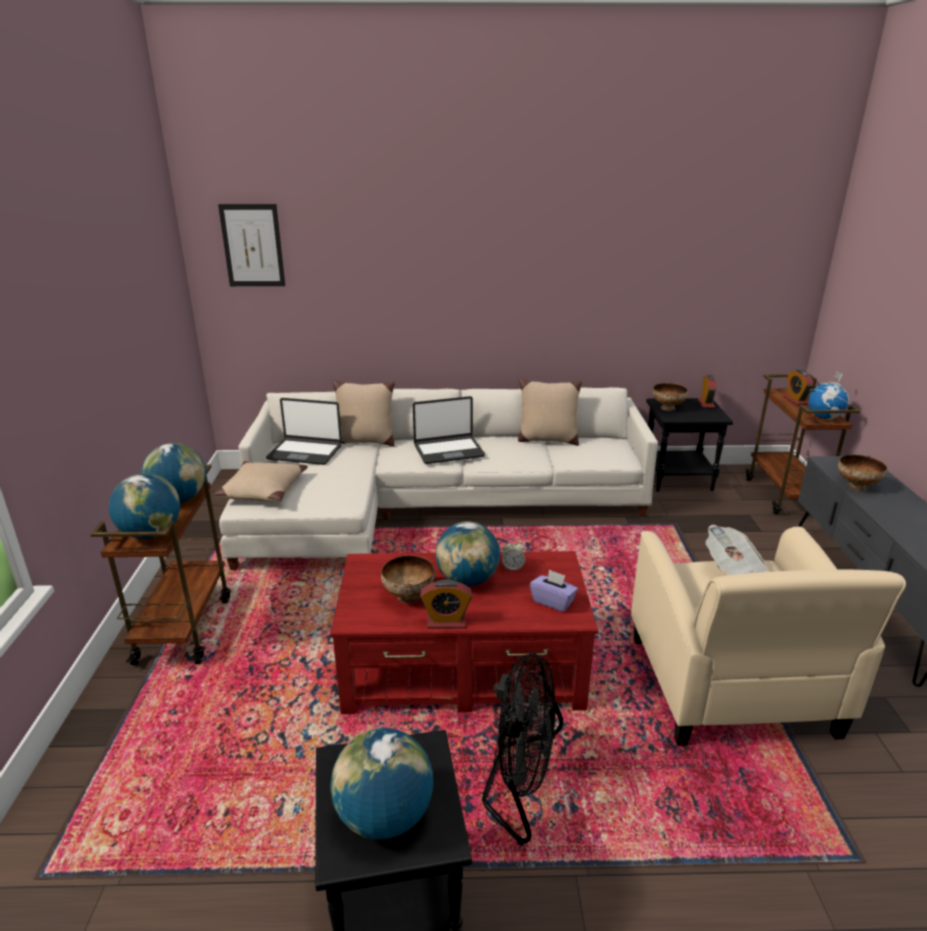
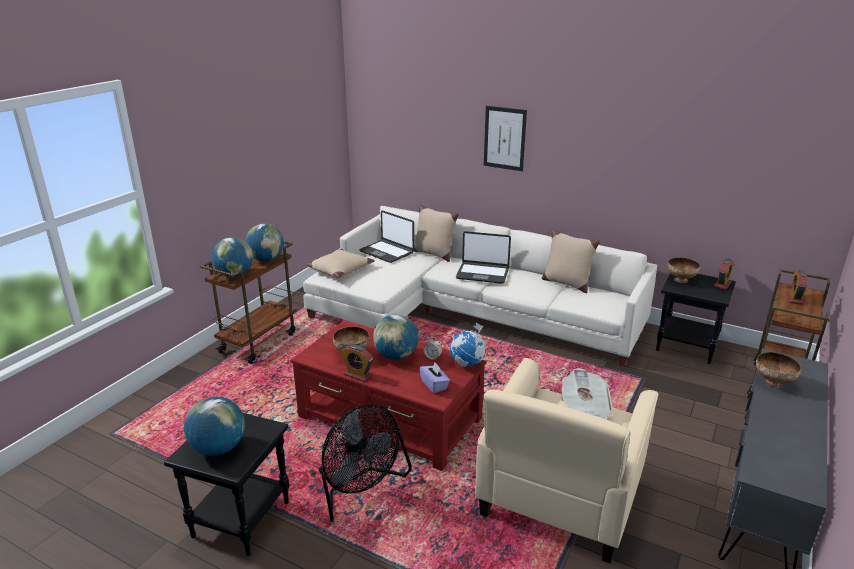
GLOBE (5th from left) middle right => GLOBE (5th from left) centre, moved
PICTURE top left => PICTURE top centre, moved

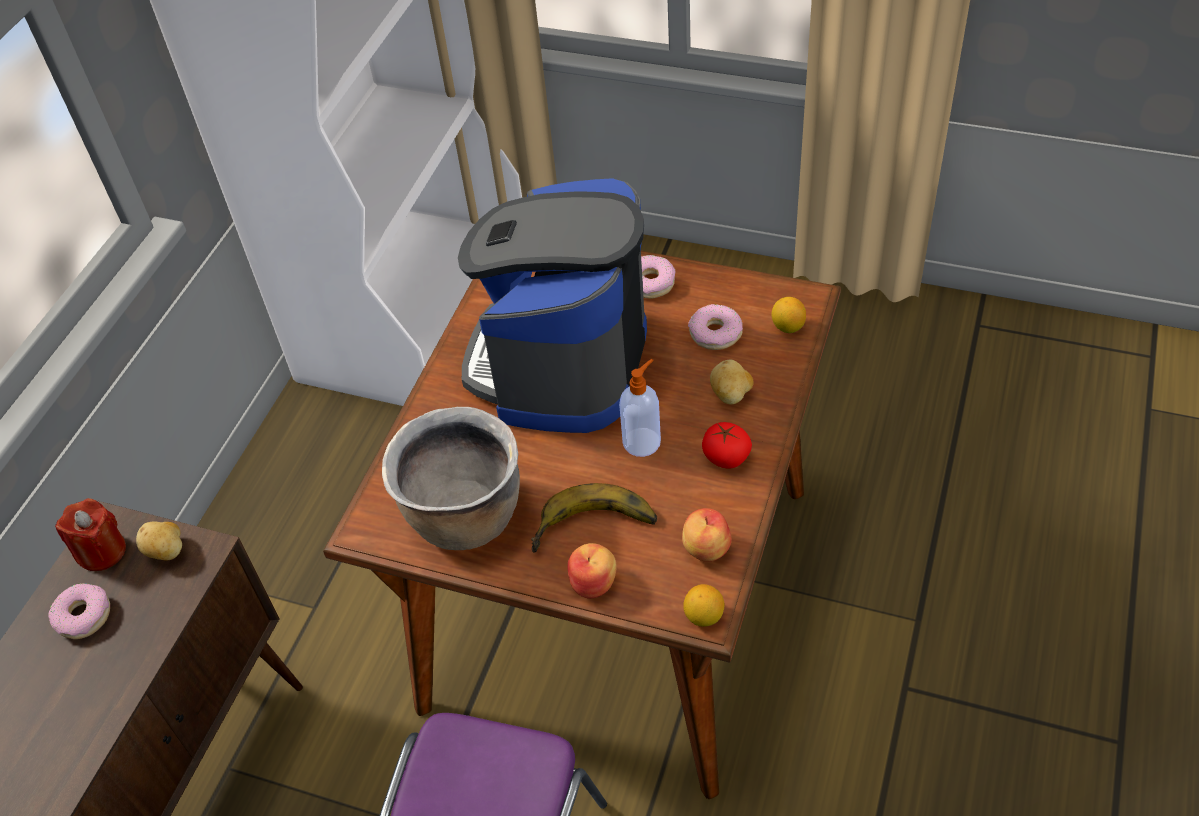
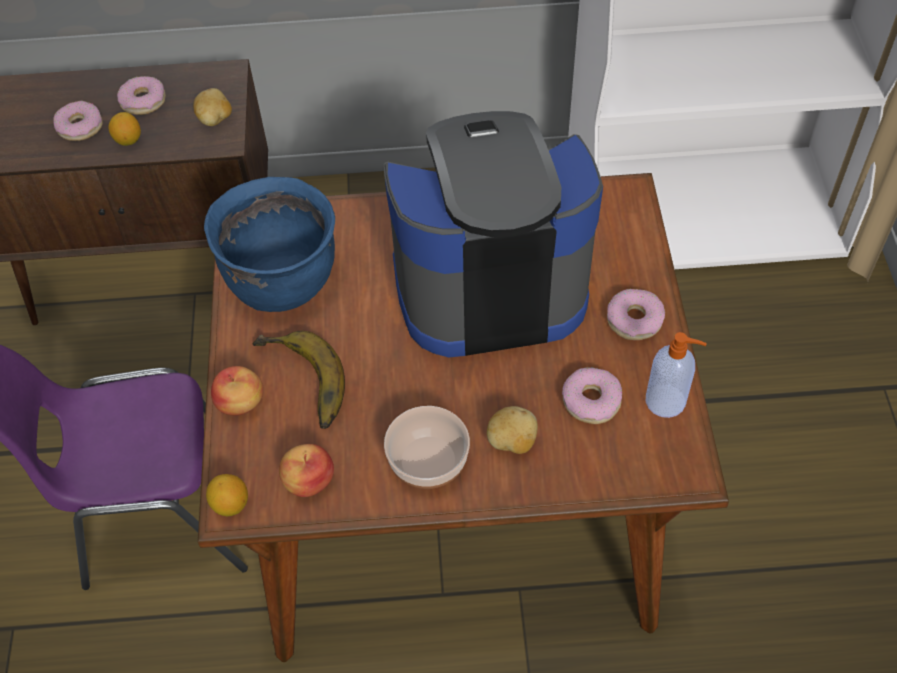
nothing => DONUT (1st from left) top left
LEMON (2nd from left in the first image) centre => LEMON (1st from left) top left, moved
BROWN COOKING POT centre => BLUE COOKING POT middle left
TOMATO centre => BOWL centre
SOAP DISPENSER centre => SOAP DISPENSER middle right, moved
RED CANDLE middle left => nothing

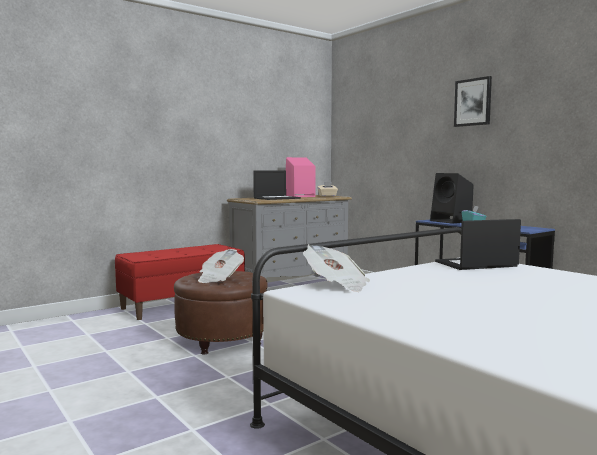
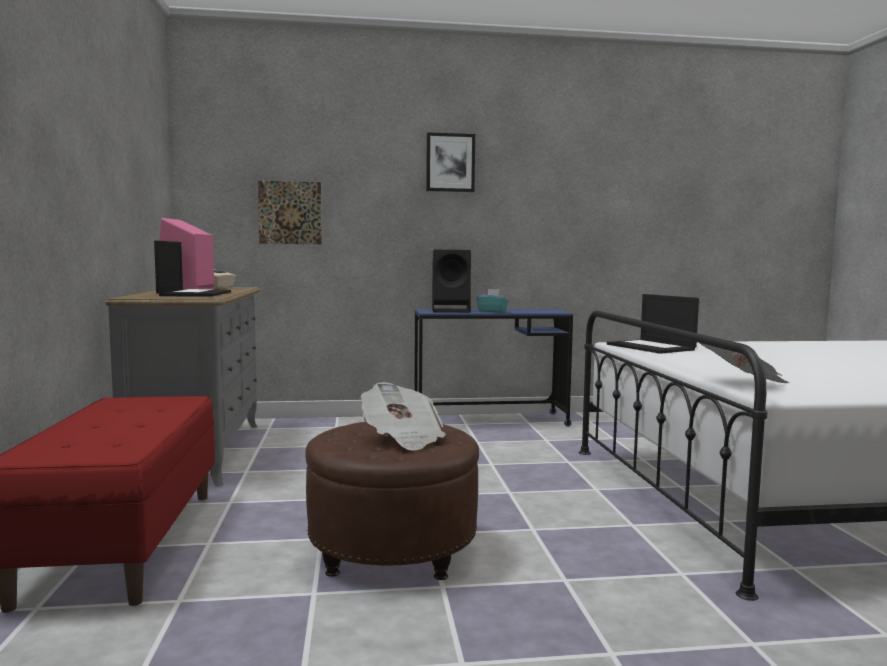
nothing => PICTURE (1st from left) top left
LAPTOP (2nd from left) middle right, 45 degrees counterclockwise

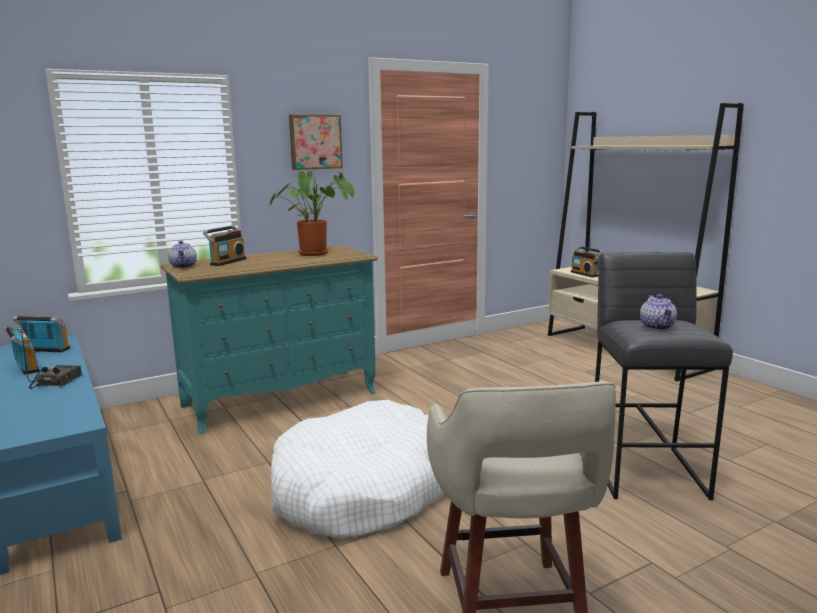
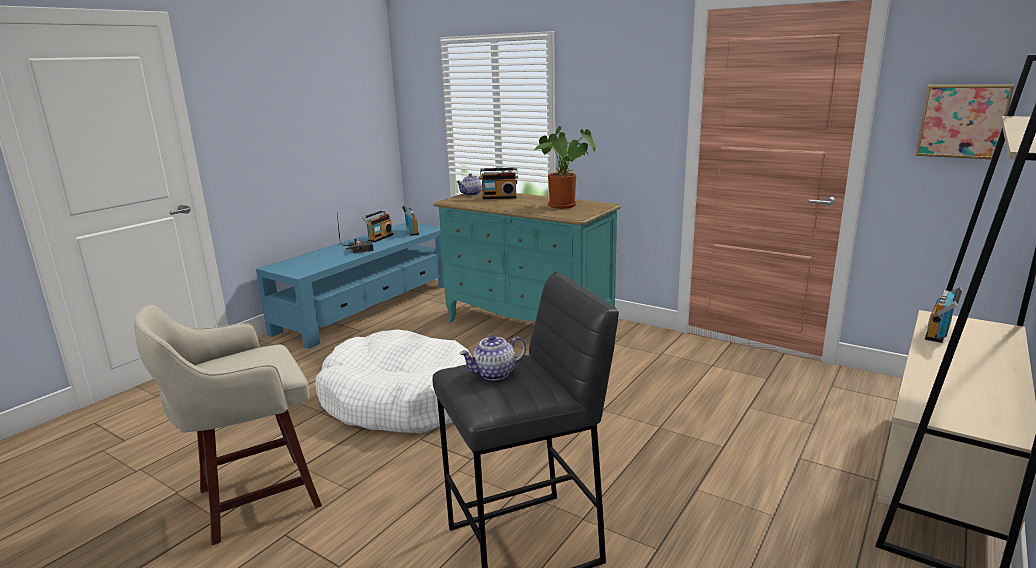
PICTURE top centre => PICTURE top right, moved

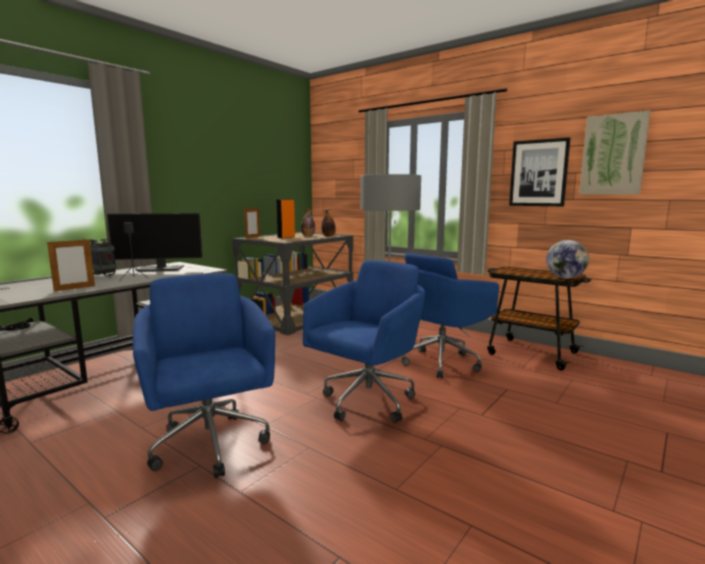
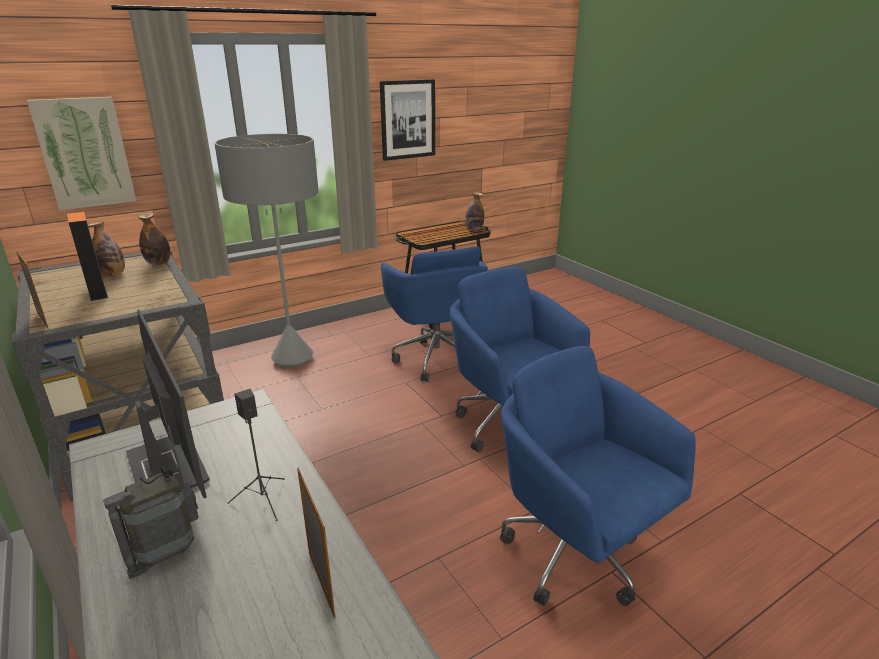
PICTURE (2nd from left in the first image) top right => PICTURE (1st from left) top left, moved
MONITOR middle left, 45 degrees counterclockwise
GLOBE middle right => BOTTLE (3rd from left) top centre
BLUE OFFICE CHAIR (1st from left in the first image) middle left => BLUE OFFICE CHAIR (3rd from left) bottom right, 60 degrees clockwise

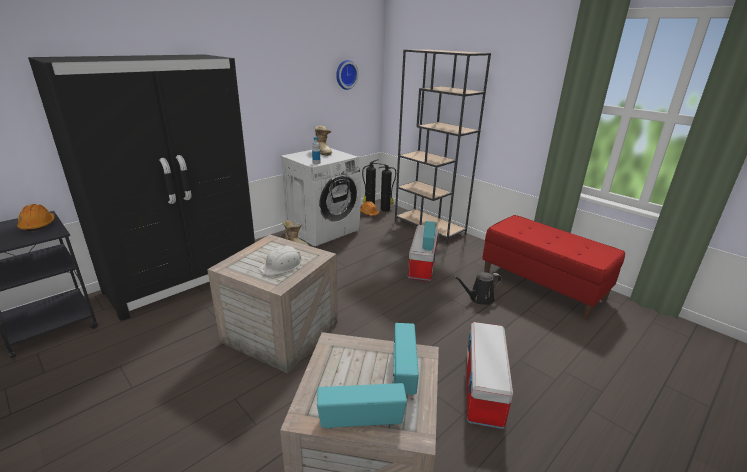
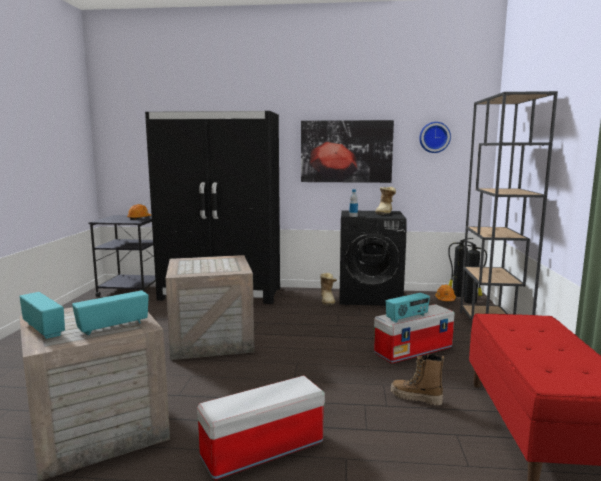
nothing => PICTURE top centre
WHITE WASHING MACHINE centre => BLACK WASHING MACHINE centre
BLACK WATERING CAN centre => BOOT (3rd from left) bottom right
WHITE HARD HAT centre => nothing

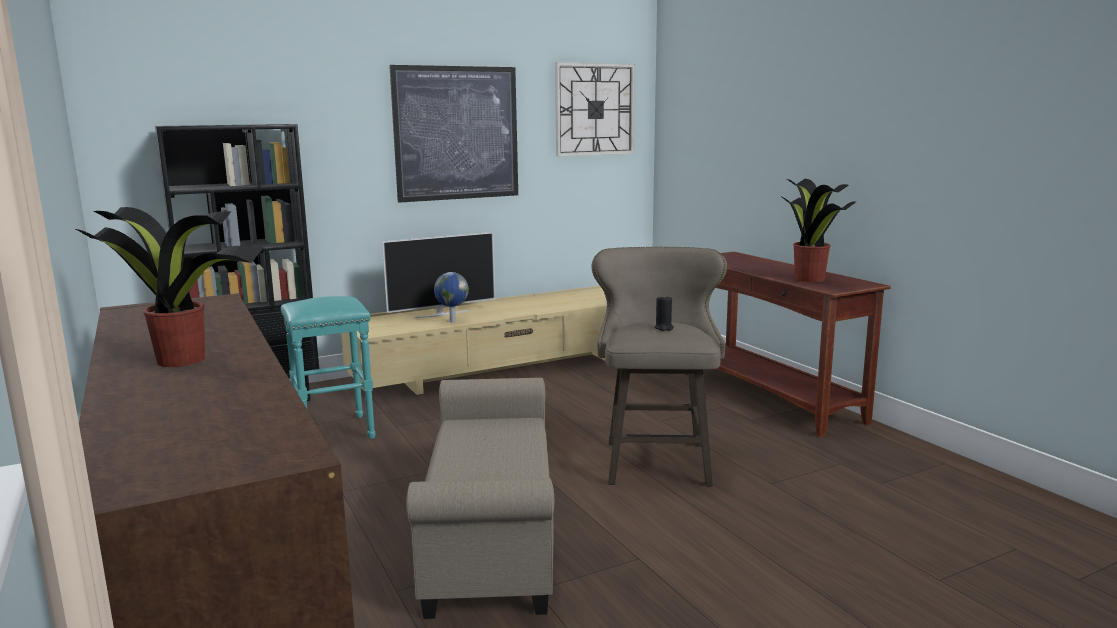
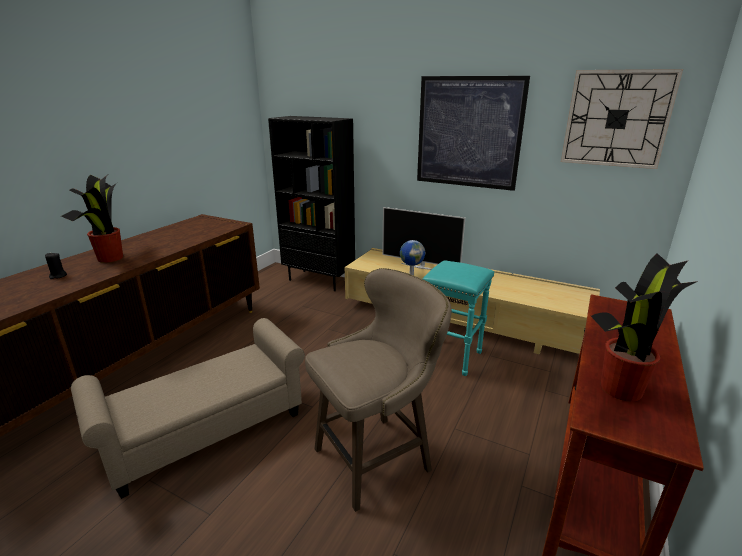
BLACK CANDLE centre => BLACK CANDLE middle left, moved
TURQUOISE STOOL middle left => TURQUOISE STOOL centre, moved

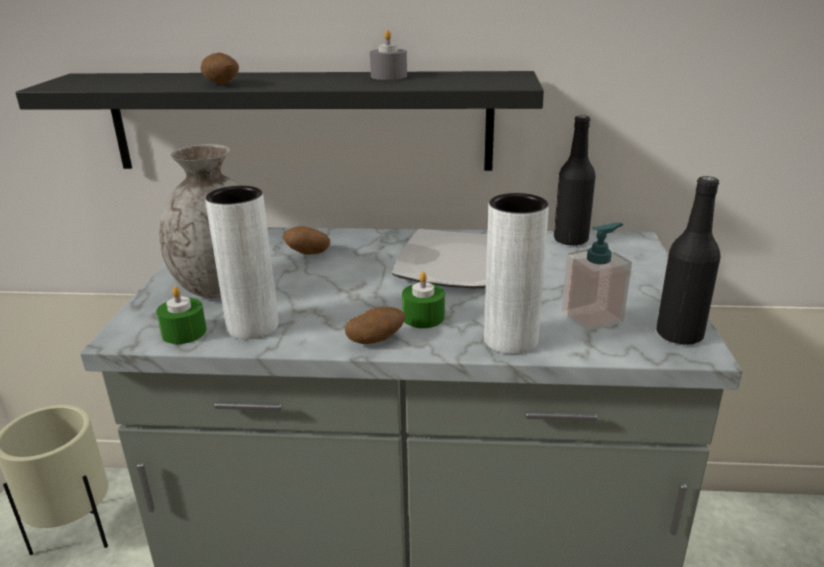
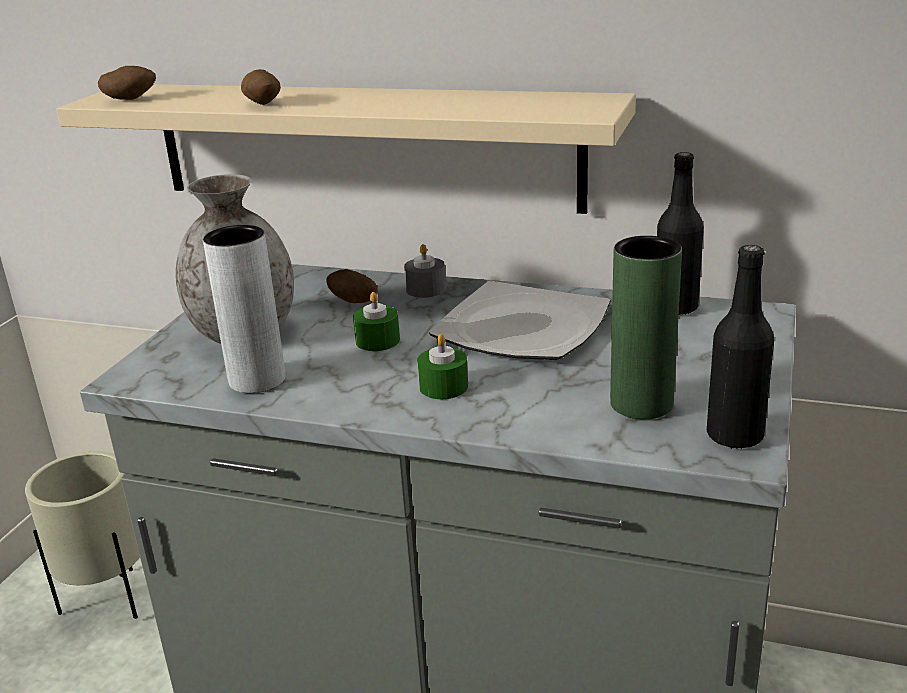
BLACK SHELF top centre => BEIGE SHELF top centre
POTATO (3rd from left in the first image) centre => POTATO (1st from left) top left, moved
GREEN CANDLE (1st from left) middle left => GREEN CANDLE (1st from left) centre, moved
GREY CANDLE top centre => GREY CANDLE centre, moved
SOAP DISPENSER middle right => GREEN VASE middle right
GREY VASE (3rd from left) centre => nothing

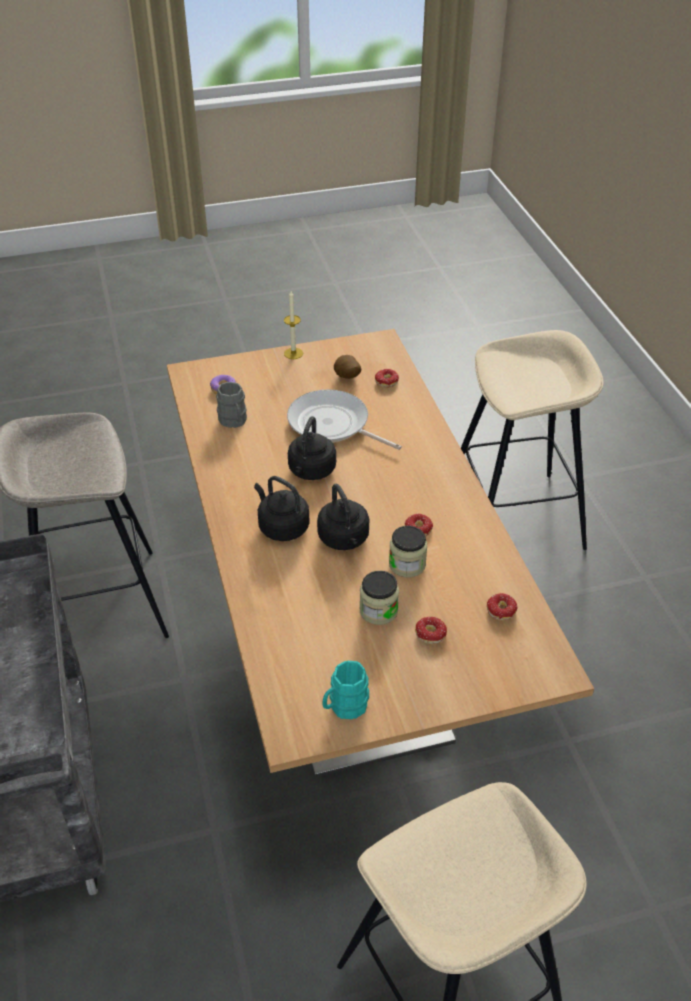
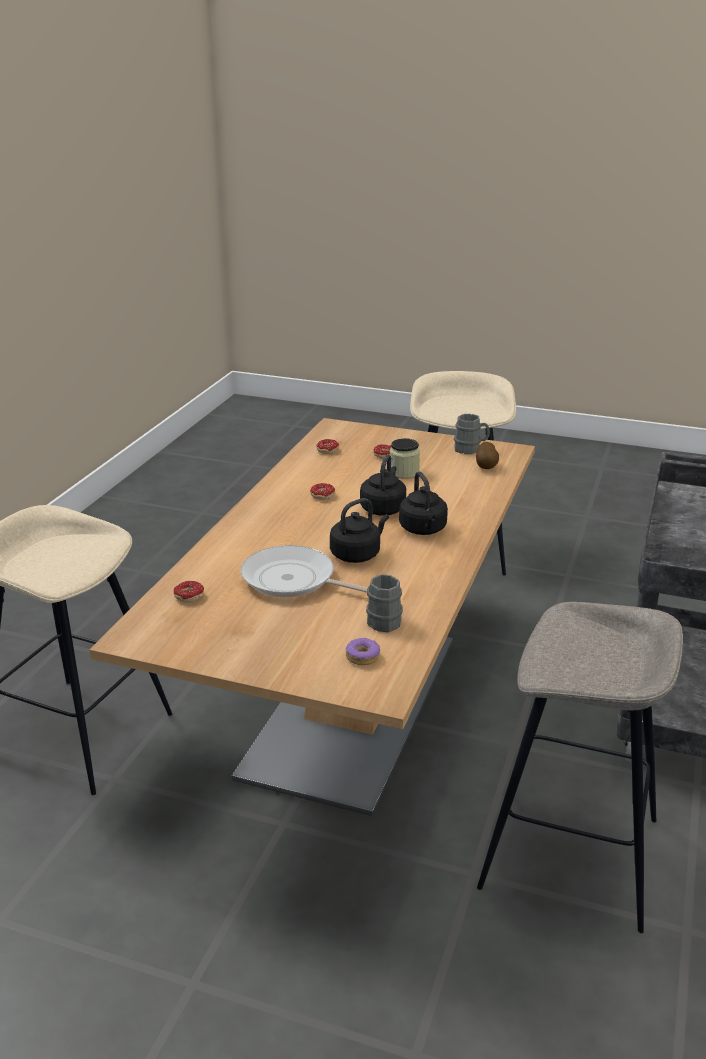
FRYING PAN centre, 135 degrees clockwise
TURQUOISE MUG bottom centre => GREY MUG (2nd from left) middle right
POTATO centre => POTATO middle right, moved
CANDLE top centre => nothing
JAR (2nd from left) centre => nothing

